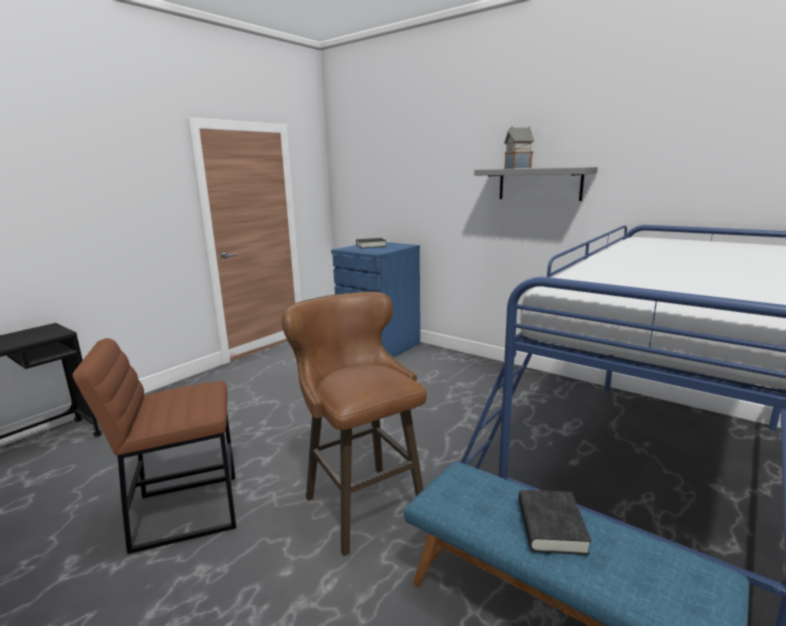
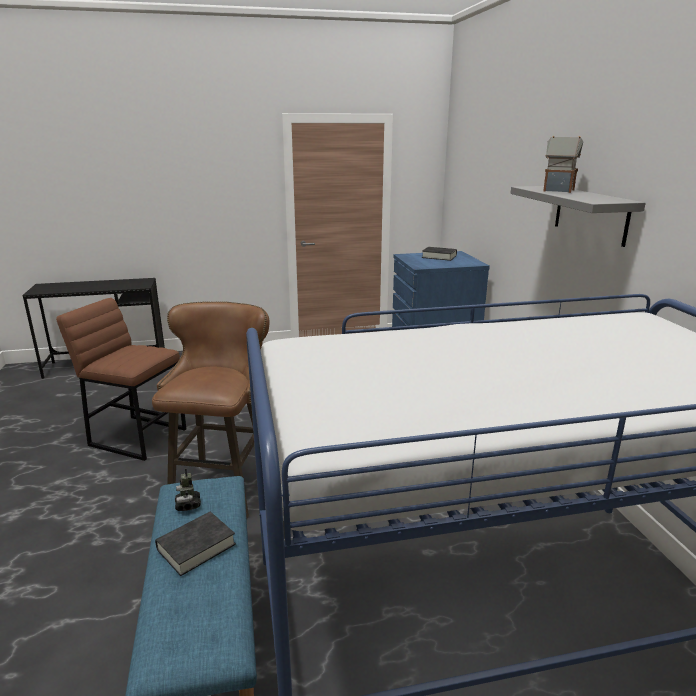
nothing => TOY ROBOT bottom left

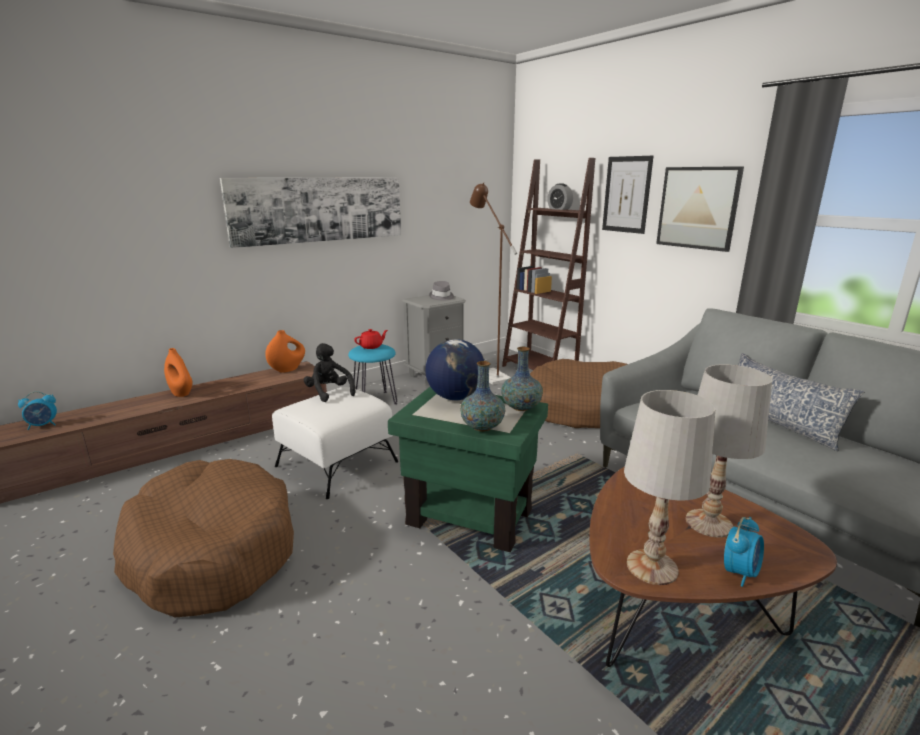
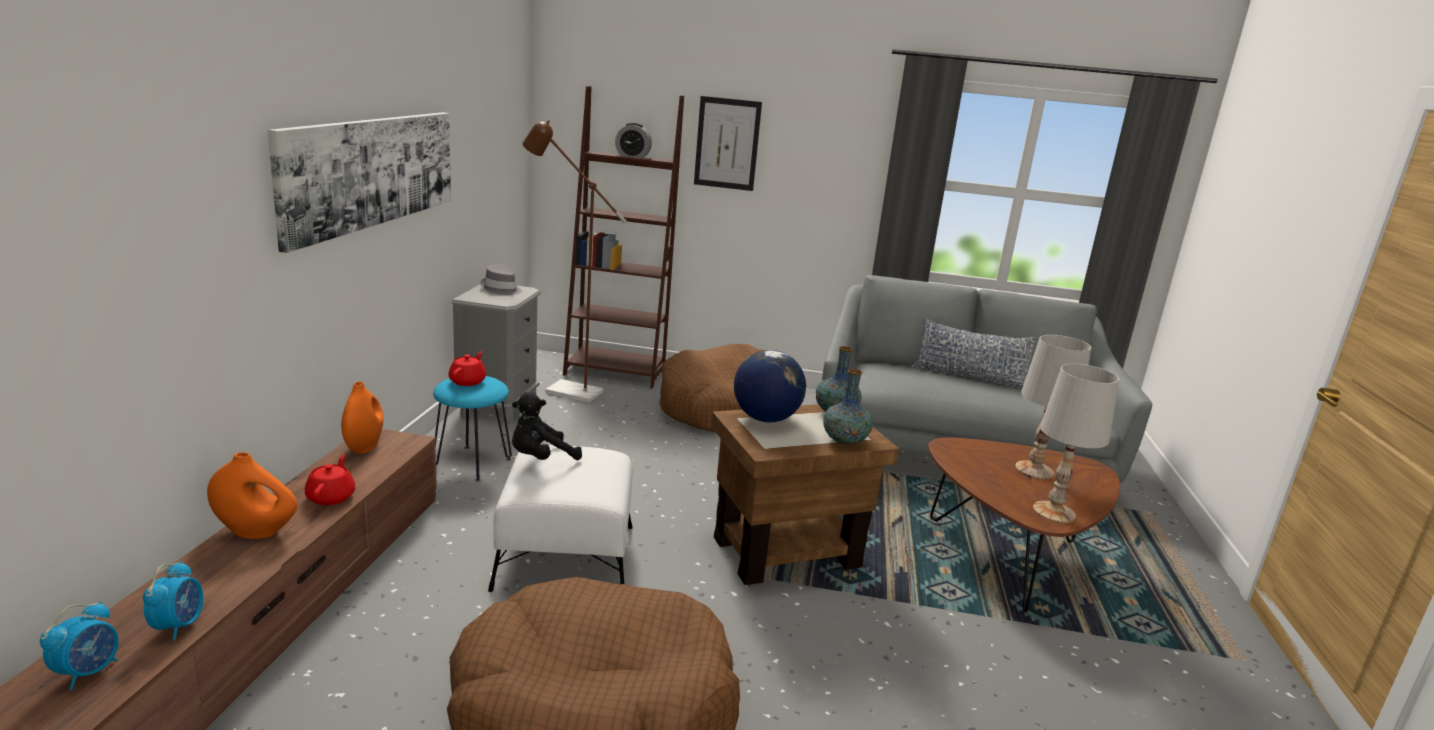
ALARM CLOCK (3rd from left in the first image) bottom right => ALARM CLOCK (2nd from left) bottom left, moved
nothing => RED TEAPOT (1st from left) middle left
BLACK PLUSH TOY centre, 45 degrees counterclockwise
GREEN SIDE TABLE centre => BROWN SIDE TABLE bottom centre
PICTURE (3rd from left) top right => nothing

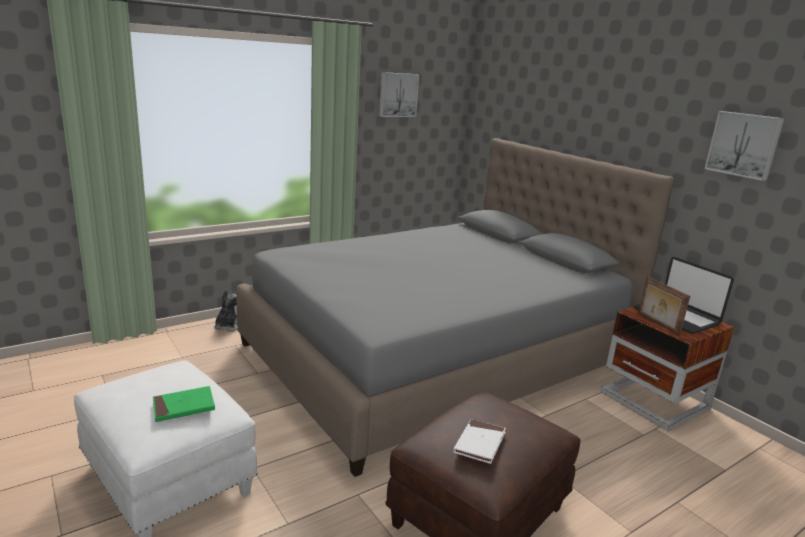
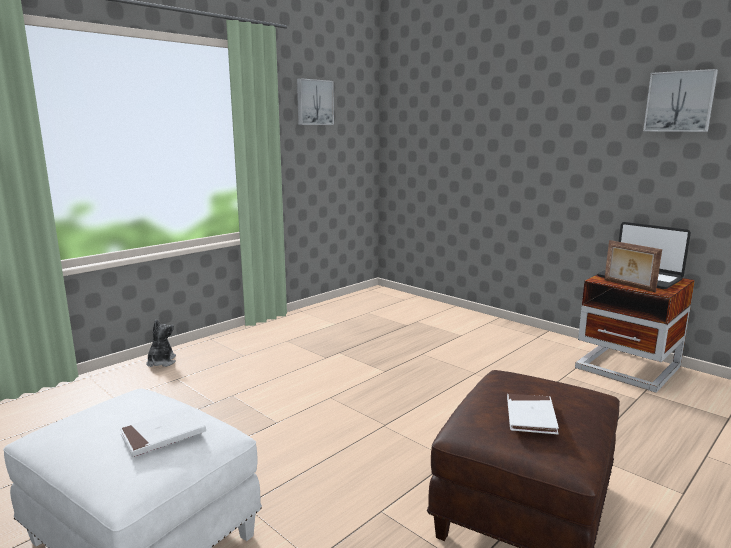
GREEN BOOK bottom left => WHITE BOOK (1st from left) bottom left
GREY BED centre => nothing

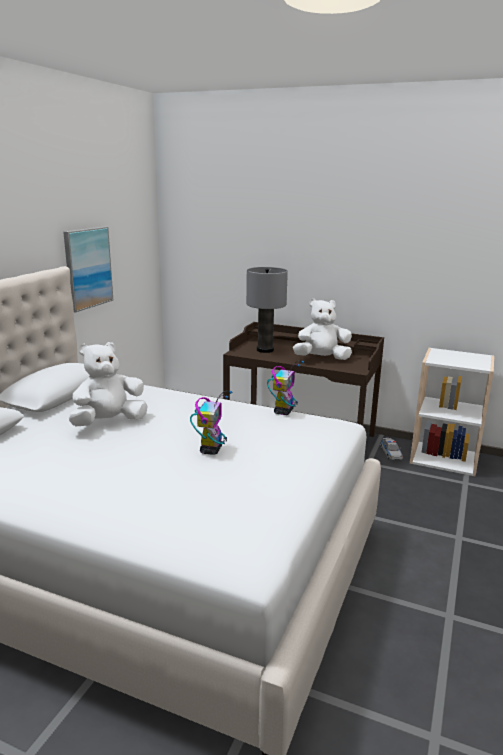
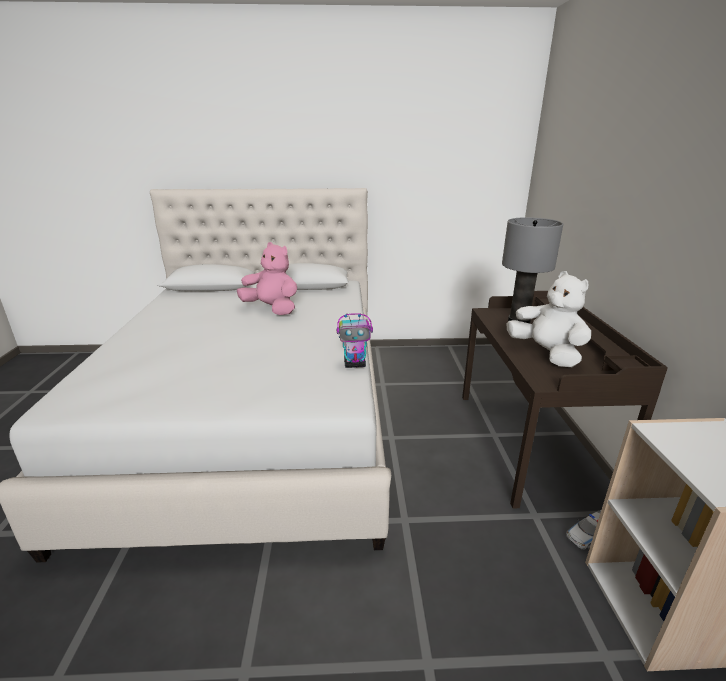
WHITE PLUSH TOY (1st from left) middle left => PINK PLUSH TOY centre
PICTURE middle left => nothing
TOY ROBOT (1st from left) centre => nothing

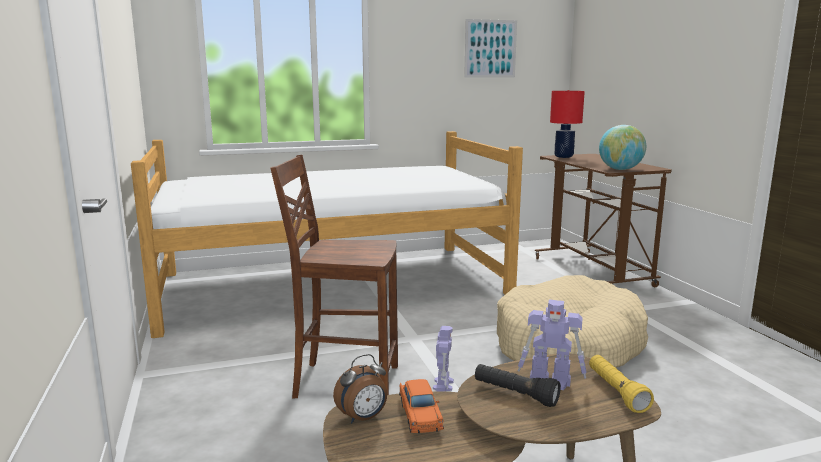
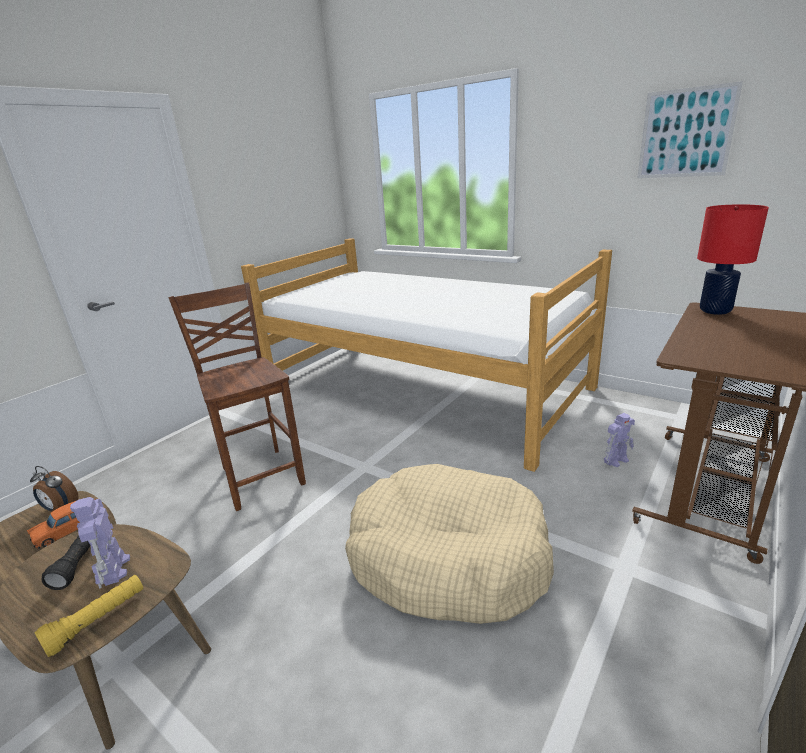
TOY ROBOT (1st from left in the first image) bottom centre => TOY ROBOT (2nd from left) middle right, moved
GLOBE top right => nothing

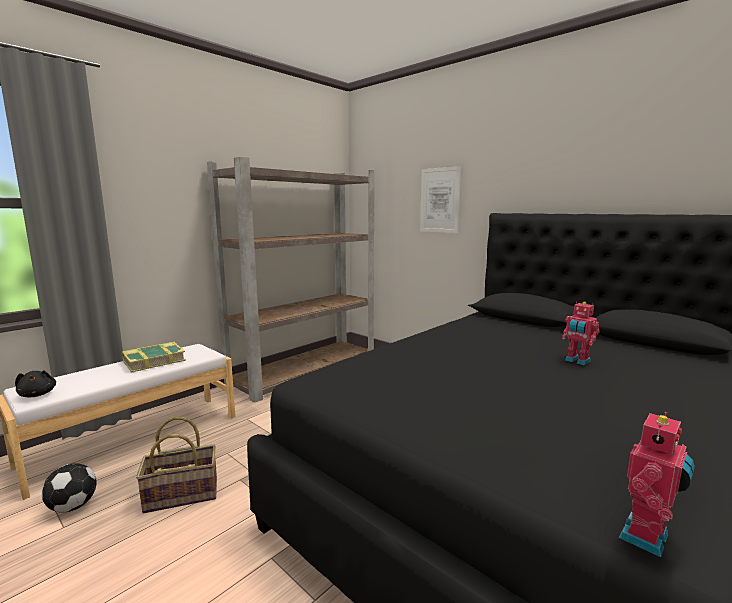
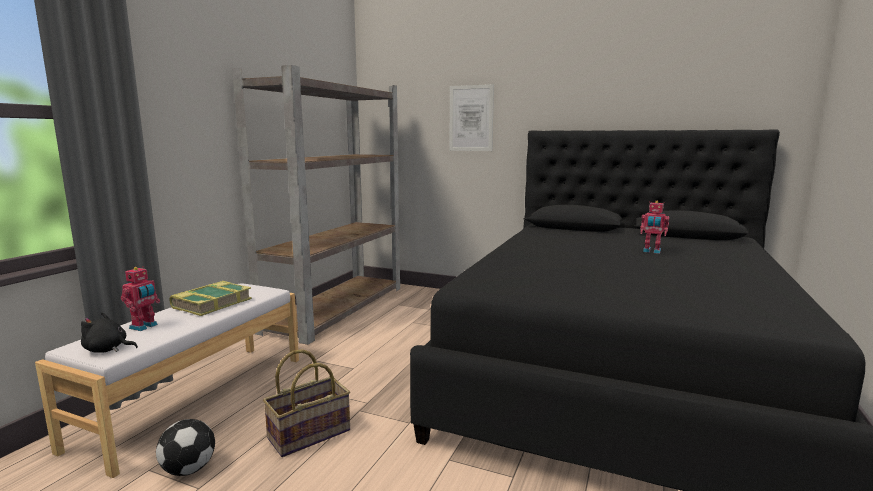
BLACK PLUSH TOY middle left => BLACK PLUSH TOY bottom left, 150 degrees clockwise
TOY ROBOT (2nd from left in the first image) bottom right => TOY ROBOT (1st from left) middle left, moved

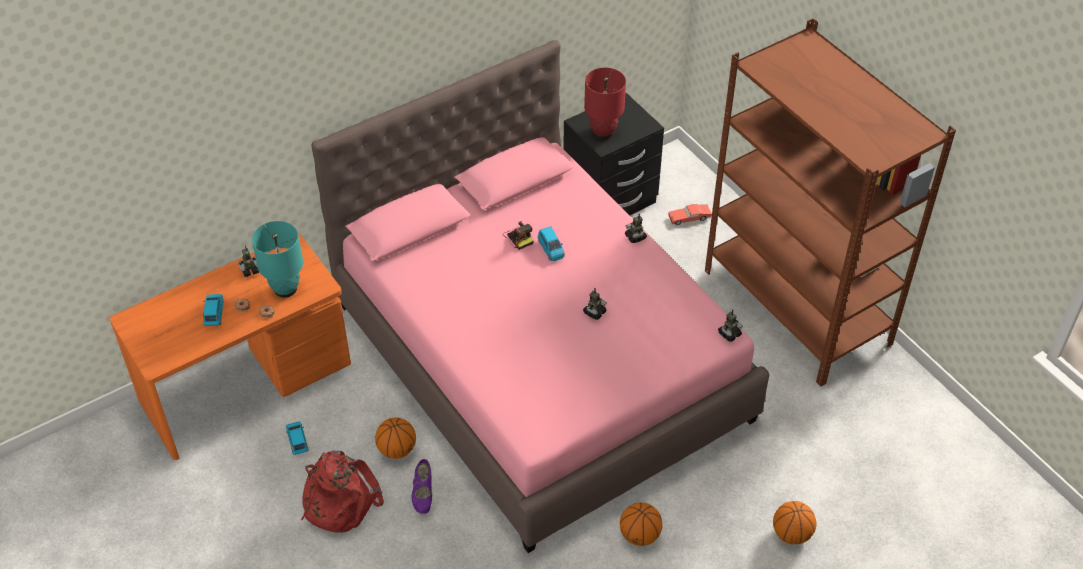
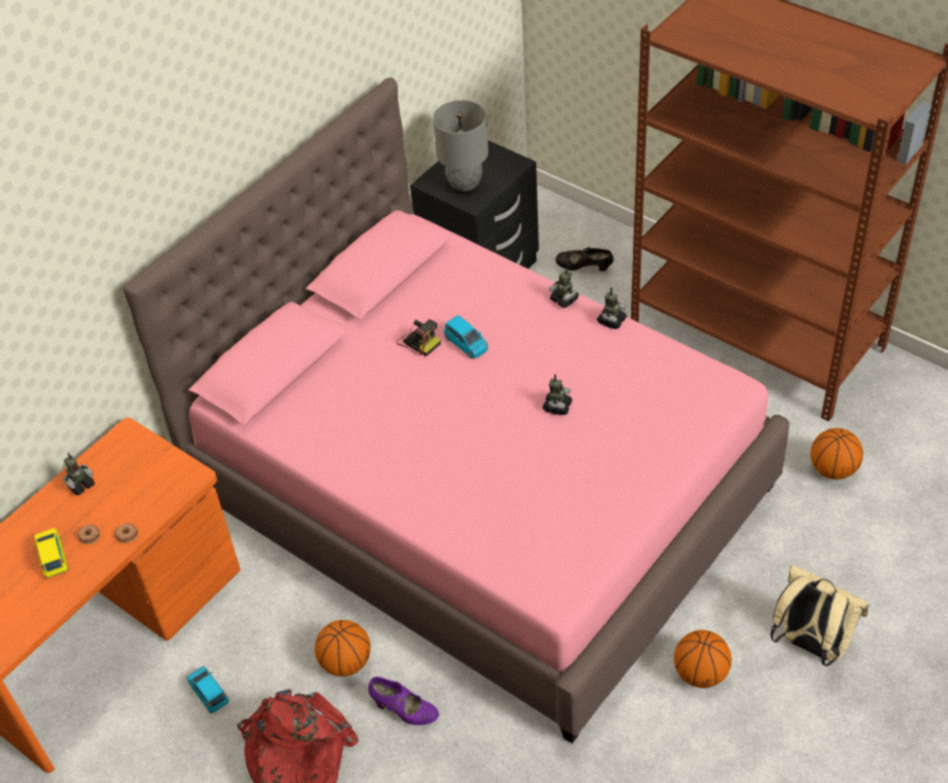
BLUE TOY CAR (1st from left) middle left => YELLOW TOY CAR bottom left
PURPLE SHOE bottom centre, 45 degrees counterclockwise
RED TABLE LAMP top centre => GREY TABLE LAMP top centre
RED TOY CAR centre => BLACK SHOE top centre
TOY ROBOT (4th from left) middle right => TOY ROBOT (4th from left) centre, moved
nothing => BEIGE BACKPACK bottom right
BASKETBALL (3rd from left) bottom right => BASKETBALL (3rd from left) middle right, moved
TURQUOISE TABLE LAMP middle left => nothing

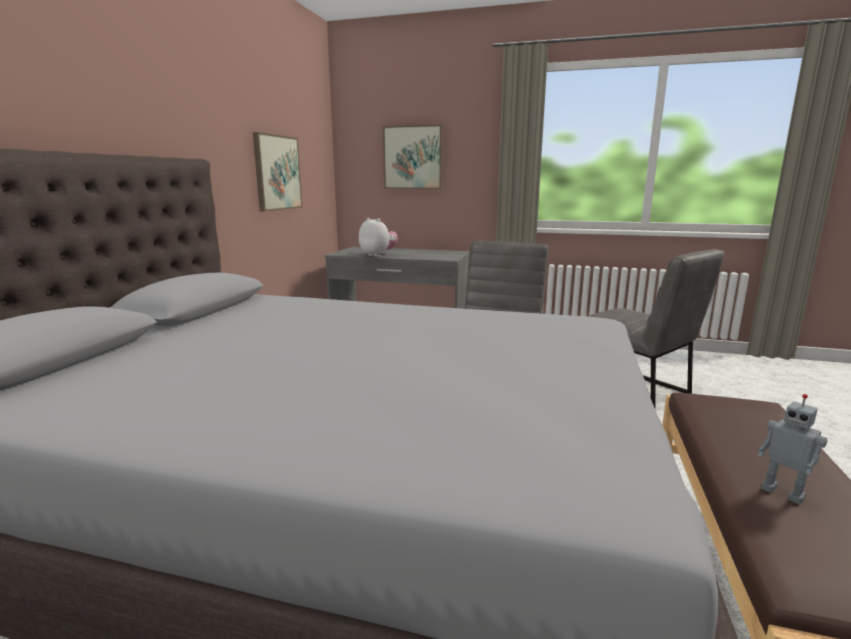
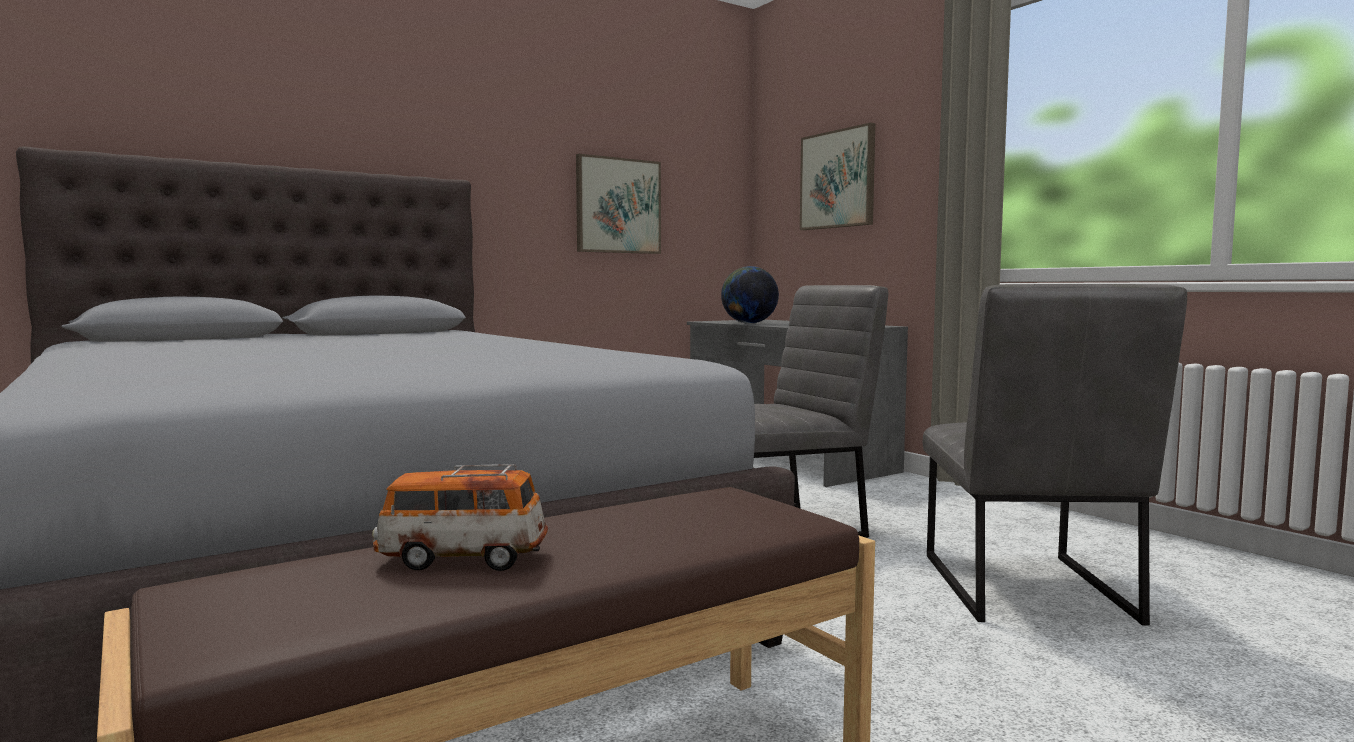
TOY ROBOT bottom right => TOY CAR bottom centre
PLUSH TOY centre => GLOBE centre

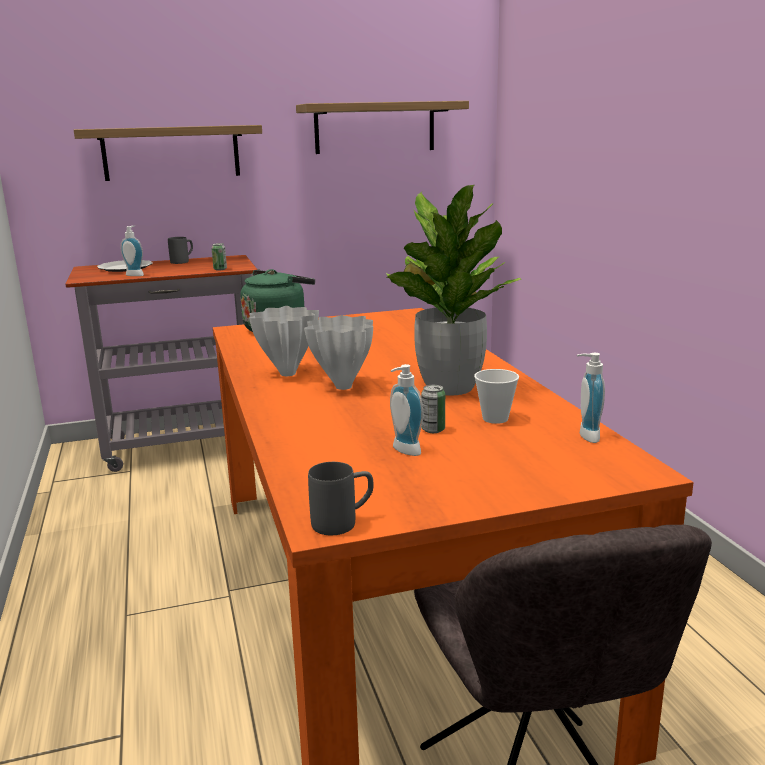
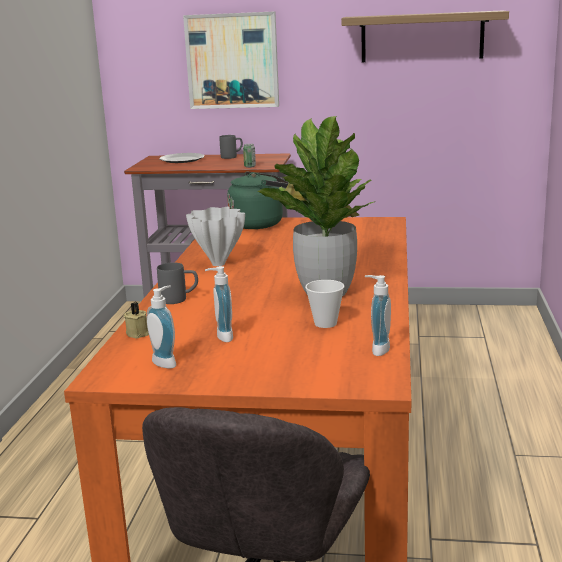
nothing => BEIGE CANDLE middle left
SOAP DISPENSER (1st from left) top left => SOAP DISPENSER (1st from left) middle left, moved
GREY MUG (2nd from left in the first image) centre => GREY MUG (1st from left) middle left, moved
SHELF (1st from left) top left => PICTURE top centre
WHITE VASE (2nd from left) centre => nothing
CAN (2nd from left) centre => nothing

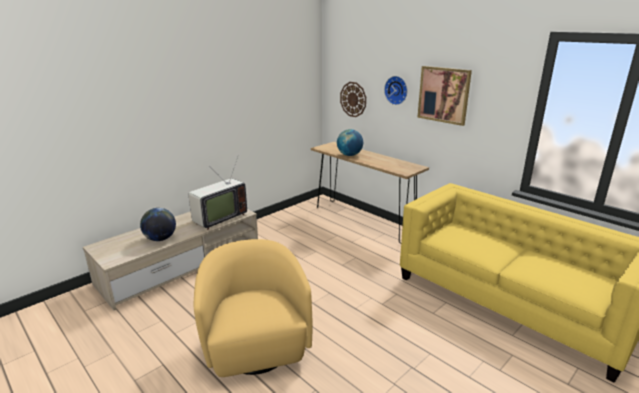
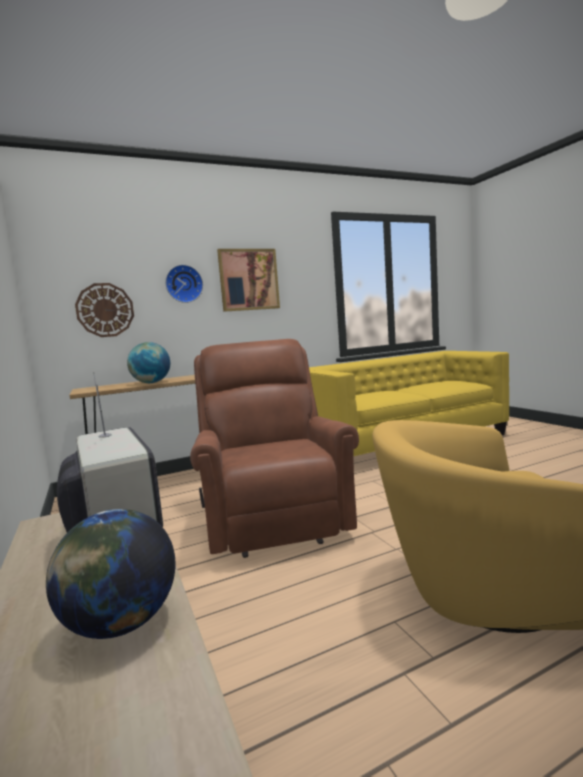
nothing => BROWN ARMCHAIR centre

